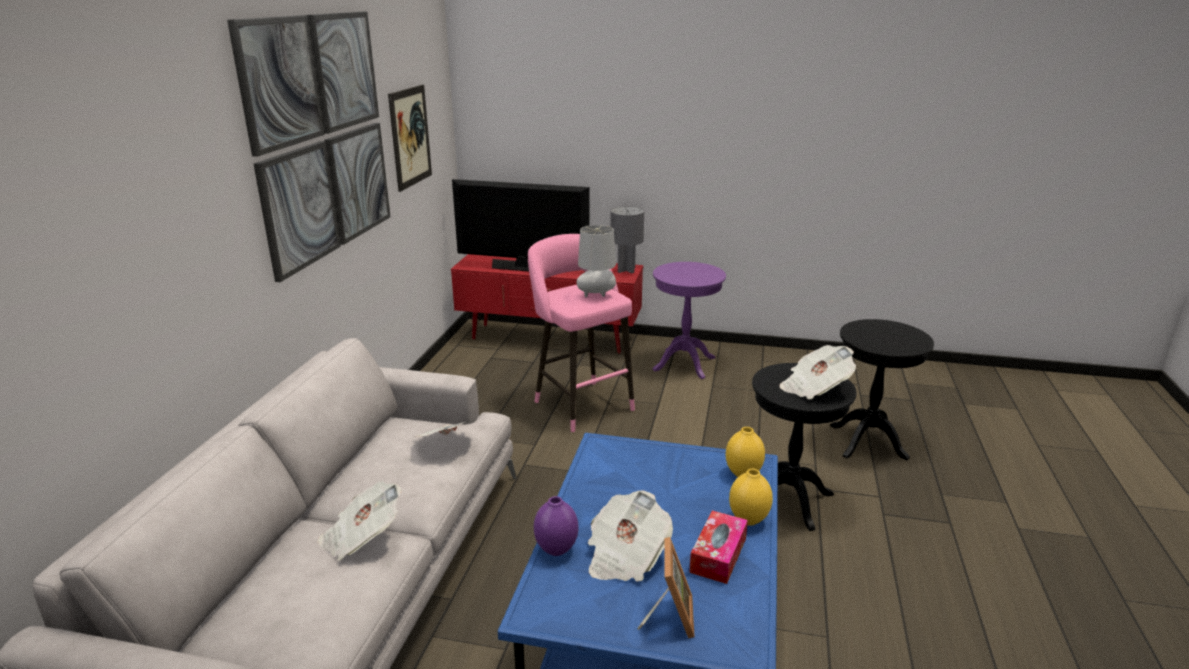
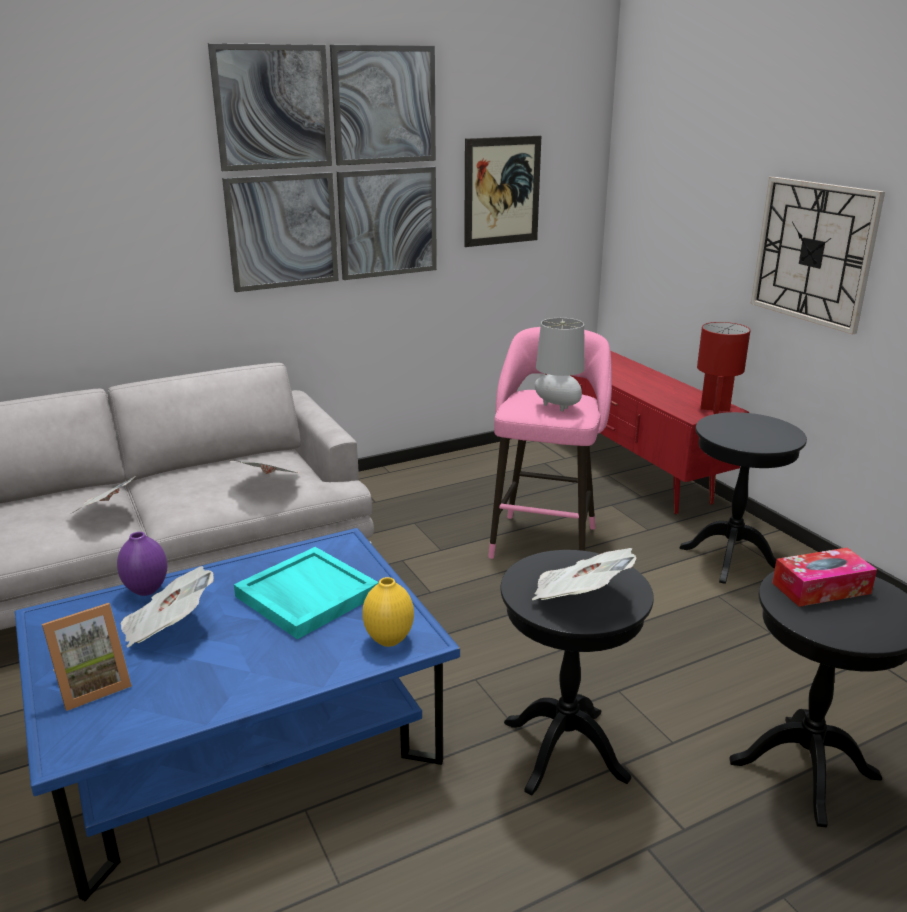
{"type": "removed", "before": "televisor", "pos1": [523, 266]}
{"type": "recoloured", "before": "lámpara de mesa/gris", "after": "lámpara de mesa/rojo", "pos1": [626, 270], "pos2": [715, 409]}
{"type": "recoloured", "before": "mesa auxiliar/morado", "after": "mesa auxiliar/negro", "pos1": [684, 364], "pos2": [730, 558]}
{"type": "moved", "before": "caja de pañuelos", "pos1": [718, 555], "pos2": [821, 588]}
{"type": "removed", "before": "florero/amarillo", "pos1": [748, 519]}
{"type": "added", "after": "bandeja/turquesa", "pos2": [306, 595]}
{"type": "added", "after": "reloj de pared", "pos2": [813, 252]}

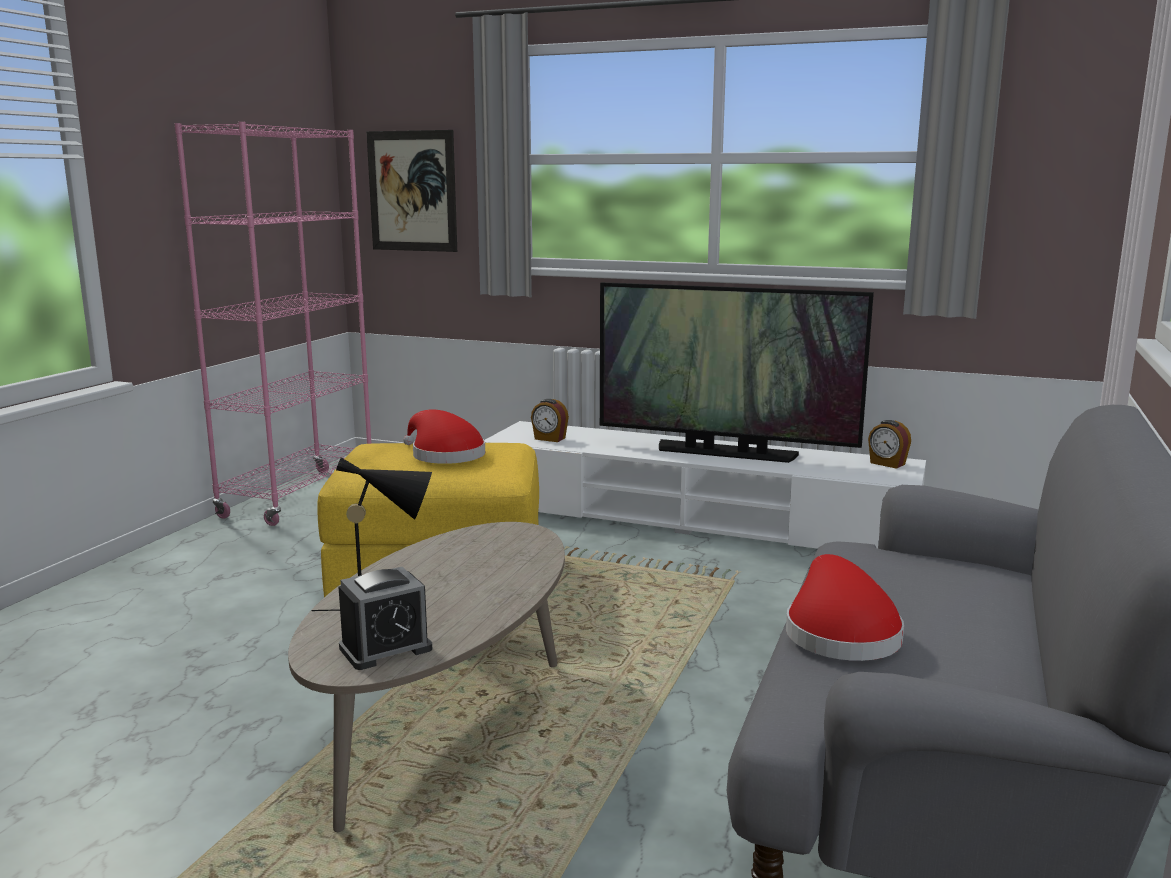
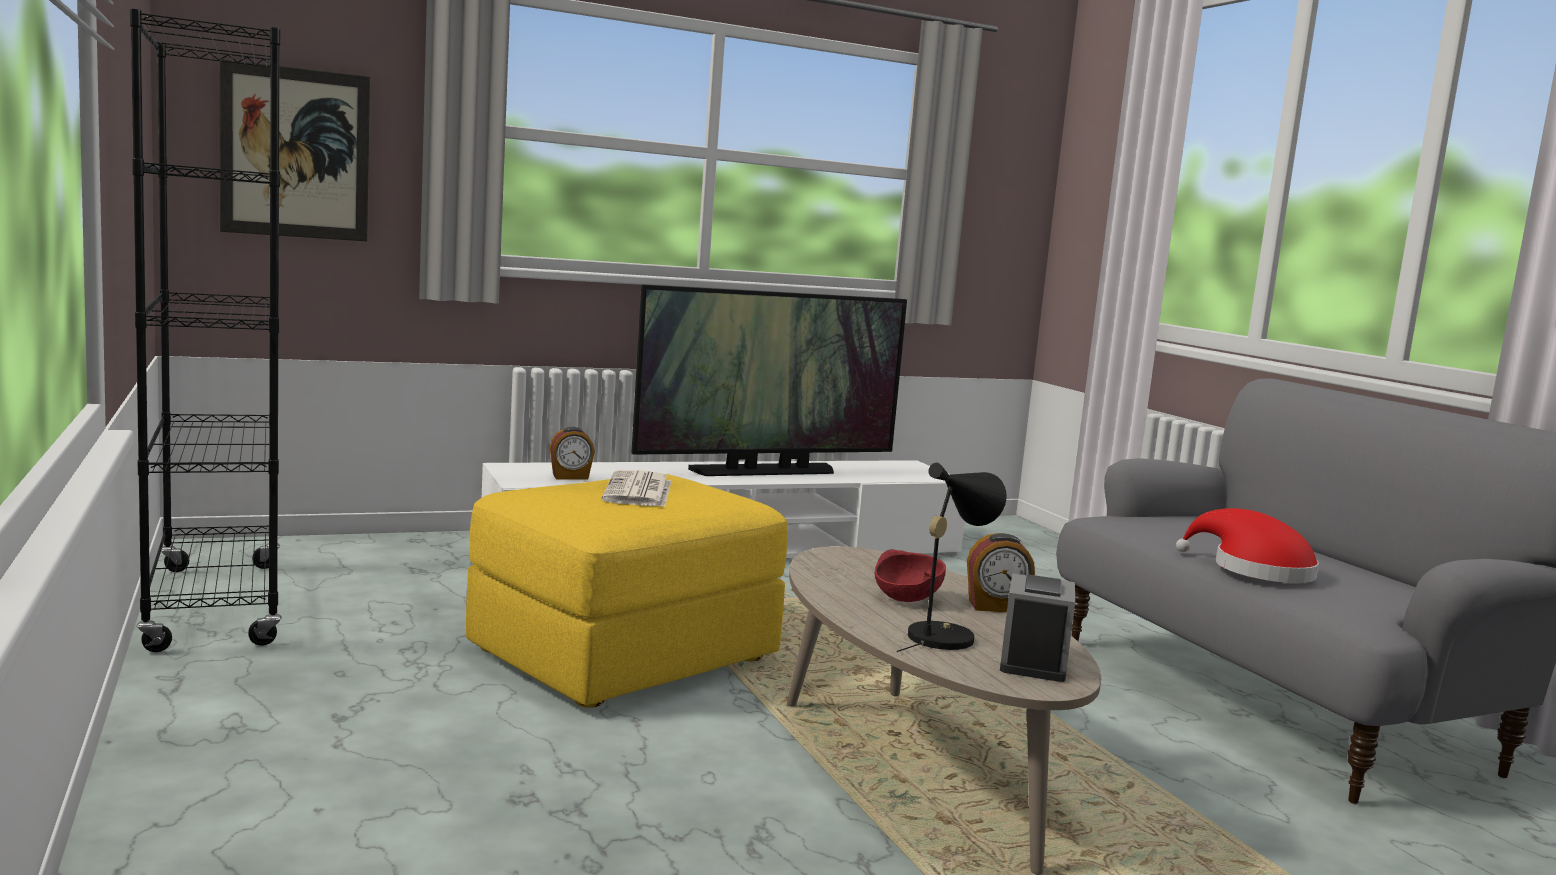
{"type": "recoloured", "before": "estantería/rosa", "after": "estantería/negro", "pos1": [299, 496], "pos2": [215, 605]}
{"type": "replaced", "before": "sombrero/rojo", "after": "periódico", "pos1": [444, 455], "pos2": [639, 491]}
{"type": "moved", "before": "despertador", "pos1": [887, 464], "pos2": [996, 607]}
{"type": "added", "after": "cuenco/rojo", "pos2": [906, 599]}

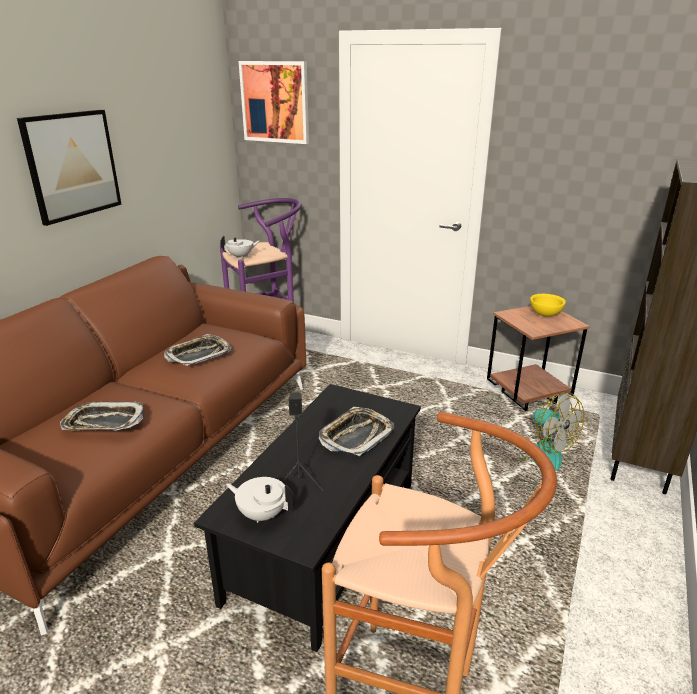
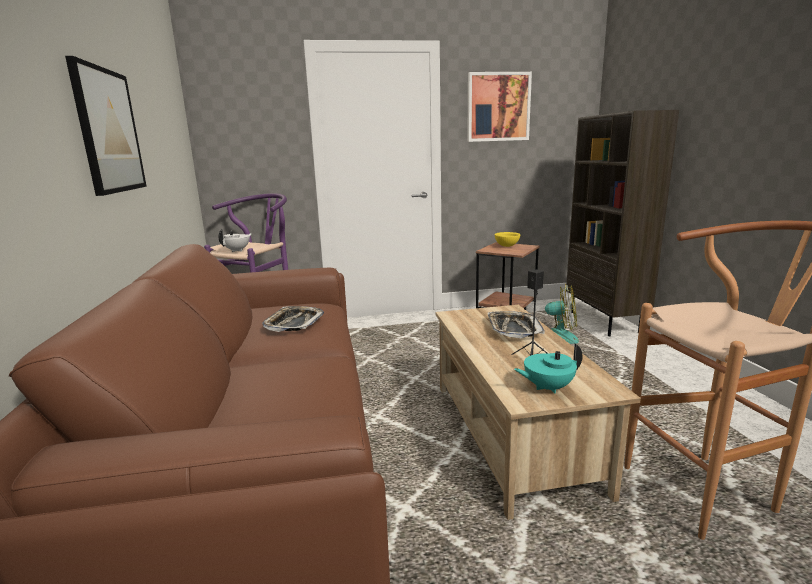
{"type": "removed", "before": "bandeja", "pos1": [104, 422]}
{"type": "recoloured", "before": "mesa de centro/negro", "after": "mesa de centro/beis", "pos1": [325, 539], "pos2": [511, 435]}
{"type": "recoloured", "before": "tetera/blanco", "after": "tetera/turquesa", "pos1": [262, 514], "pos2": [547, 387]}
{"type": "moved", "before": "cuadro", "pos1": [275, 102], "pos2": [498, 107]}

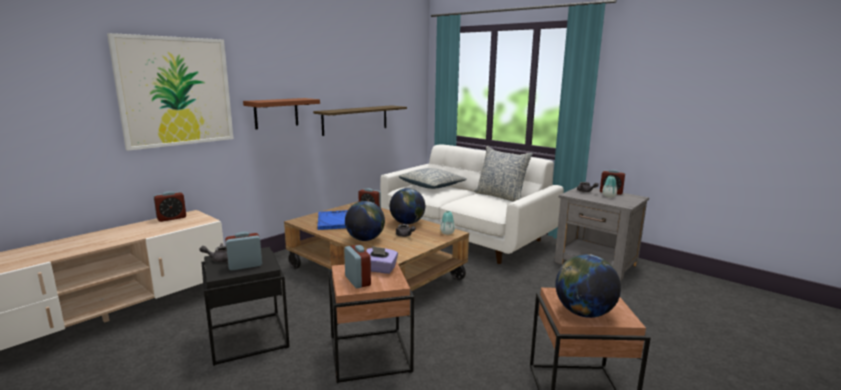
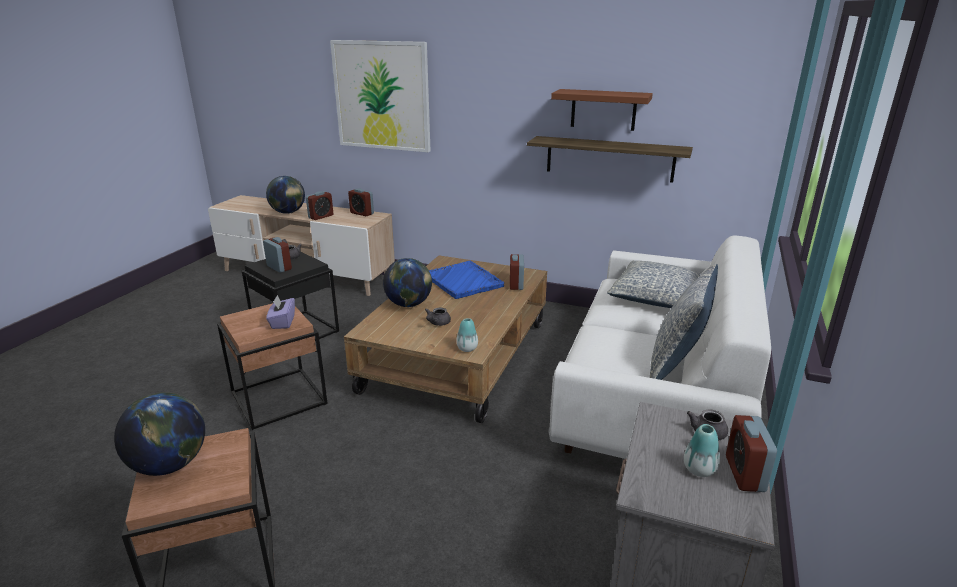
{"type": "moved", "before": "estante/marrón", "pos1": [276, 113], "pos2": [603, 109]}
{"type": "moved", "before": "despertador", "pos1": [357, 281], "pos2": [321, 216]}
{"type": "moved", "before": "globo terráqueo", "pos1": [407, 223], "pos2": [288, 213]}

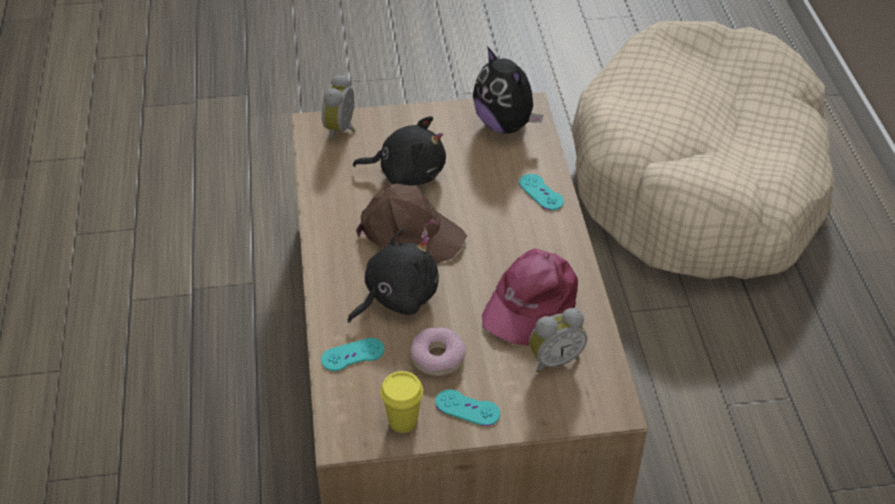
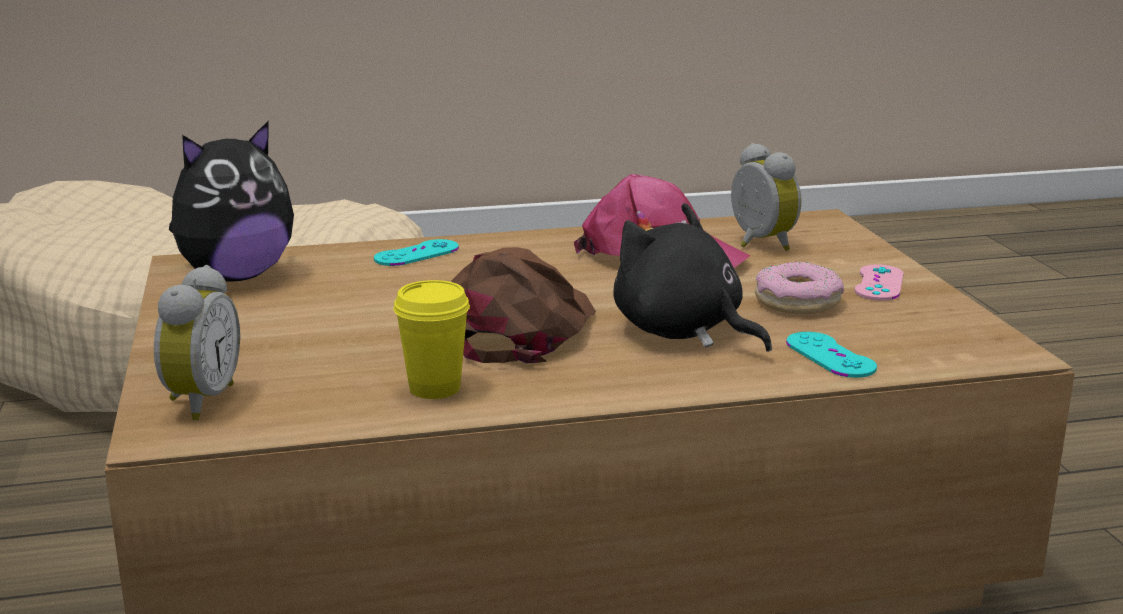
{"type": "turned", "before": "despertador", "pos1": [342, 130], "pos2": [198, 401], "turn": -90}
{"type": "removed", "before": "peluche/negro", "pos1": [407, 173]}
{"type": "moved", "before": "taza/amarillo", "pos1": [403, 421], "pos2": [434, 388]}
{"type": "recoloured", "before": "mando de consola/turquesa", "after": "mando de consola/rosa", "pos1": [467, 408], "pos2": [879, 283]}

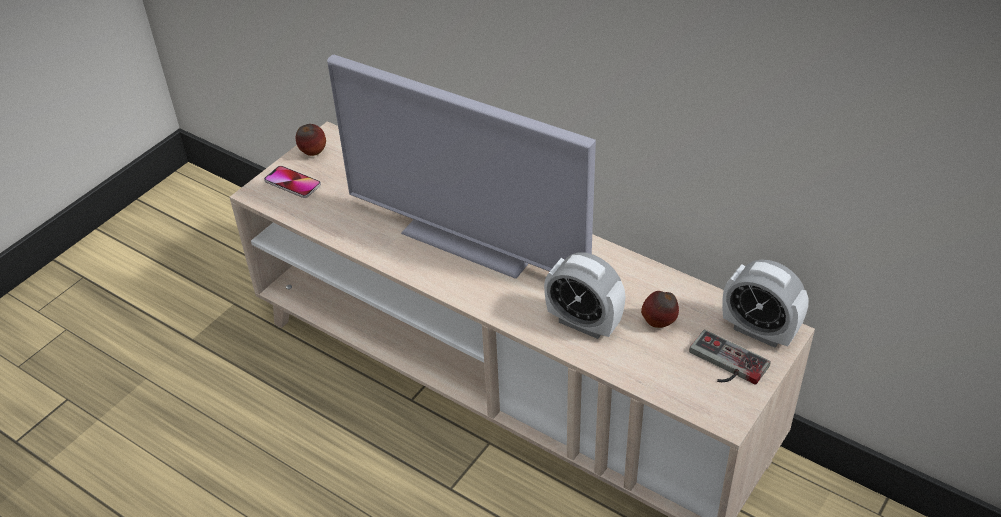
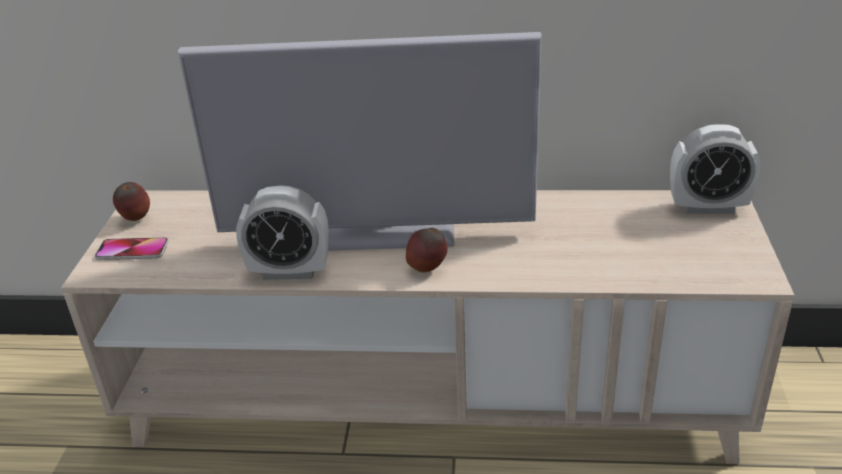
{"type": "moved", "before": "despertador", "pos1": [583, 323], "pos2": [289, 271]}
{"type": "moved", "before": "manzana", "pos1": [659, 324], "pos2": [427, 269]}
{"type": "removed", "before": "mando de consola", "pos1": [724, 364]}

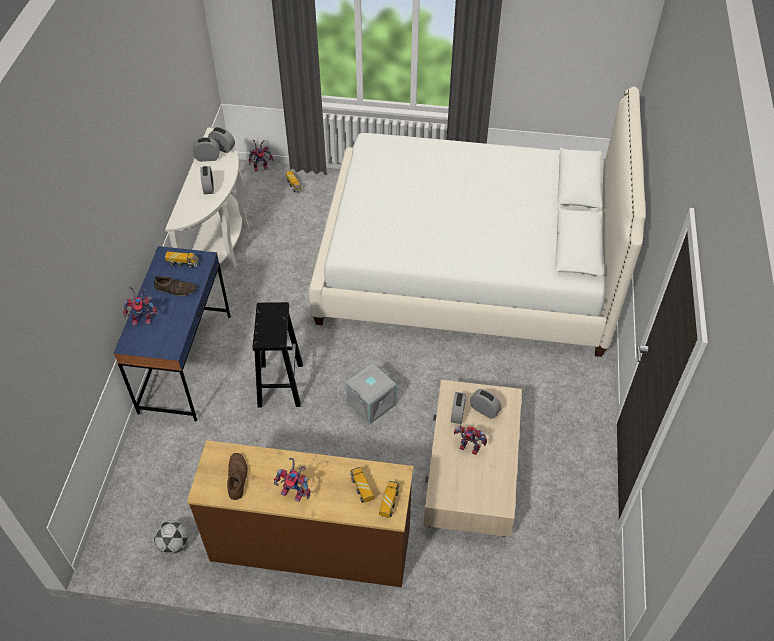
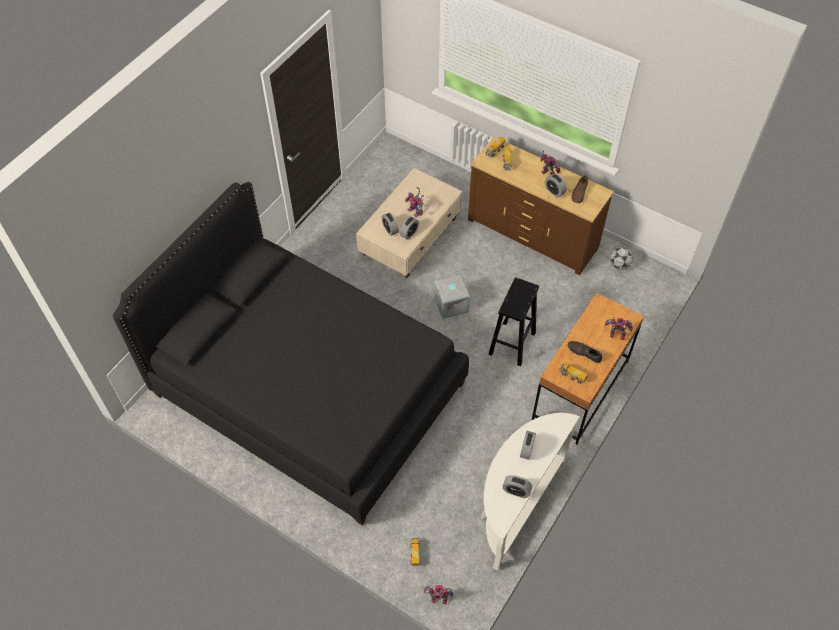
{"type": "recoloured", "before": "escritorio/azul", "after": "escritorio/marrón", "pos1": [186, 363], "pos2": [580, 390]}
{"type": "moved", "before": "despertador", "pos1": [222, 148], "pos2": [554, 191]}
{"type": "recoloured", "before": "cama/blanco", "after": "cama/negro", "pos1": [467, 266], "pos2": [308, 388]}

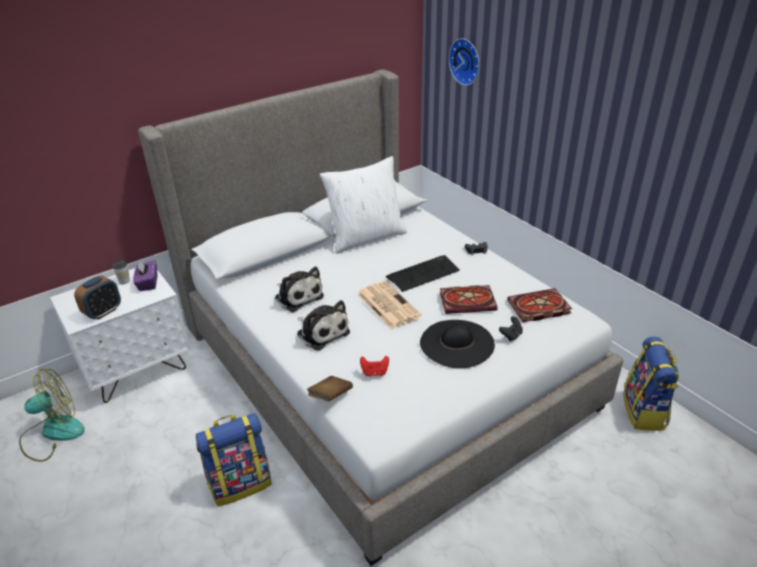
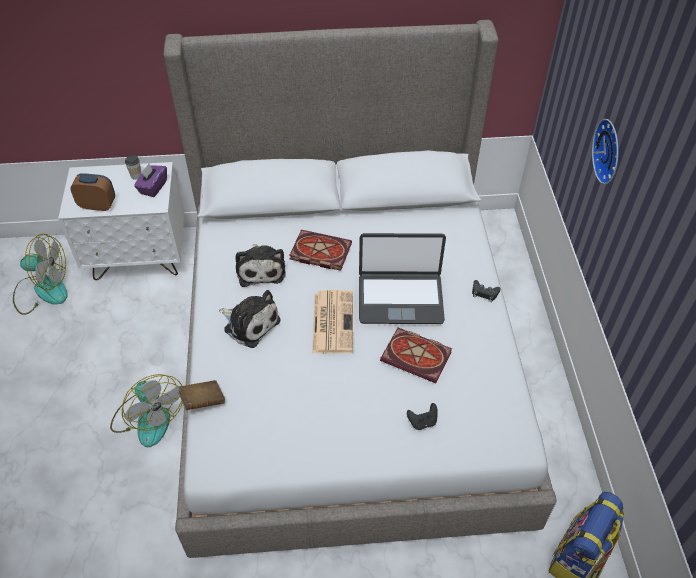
{"type": "turned", "before": "despertador", "pos1": [103, 312], "pos2": [98, 205], "turn": -150}
{"type": "replaced", "before": "mochila", "after": "ventilador", "pos1": [240, 483], "pos2": [148, 418]}
{"type": "turned", "before": "peluche", "pos1": [321, 332], "pos2": [250, 323], "turn": -45}
{"type": "removed", "before": "cojín/blanco", "pos1": [366, 237]}
{"type": "removed", "before": "mando de consola/rojo", "pos1": [374, 372]}
{"type": "replaced", "before": "teclado", "after": "portátil", "pos1": [423, 274], "pos2": [400, 298]}
{"type": "removed", "before": "sombrero/negro", "pos1": [457, 343]}
{"type": "moved", "before": "reloj de pared", "pos1": [466, 61], "pos2": [610, 151]}
{"type": "moved", "before": "libro", "pos1": [538, 308], "pos2": [319, 252]}

